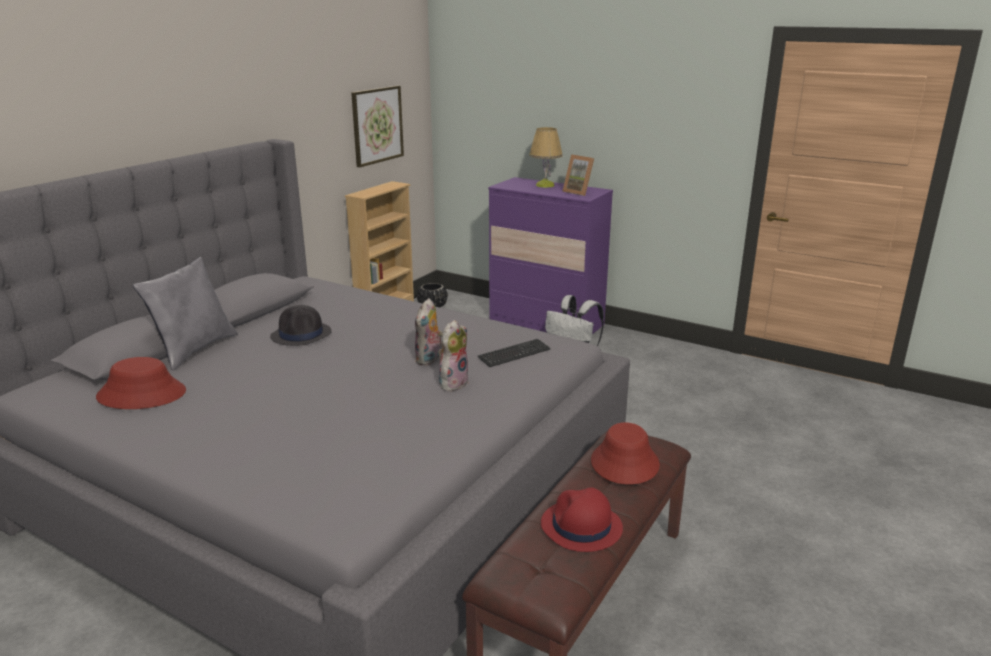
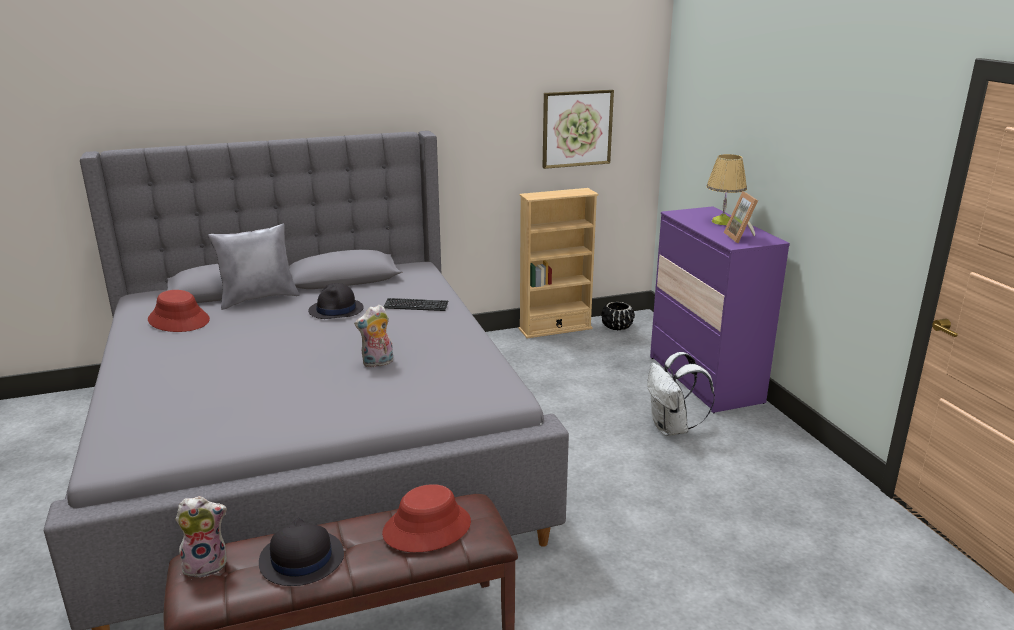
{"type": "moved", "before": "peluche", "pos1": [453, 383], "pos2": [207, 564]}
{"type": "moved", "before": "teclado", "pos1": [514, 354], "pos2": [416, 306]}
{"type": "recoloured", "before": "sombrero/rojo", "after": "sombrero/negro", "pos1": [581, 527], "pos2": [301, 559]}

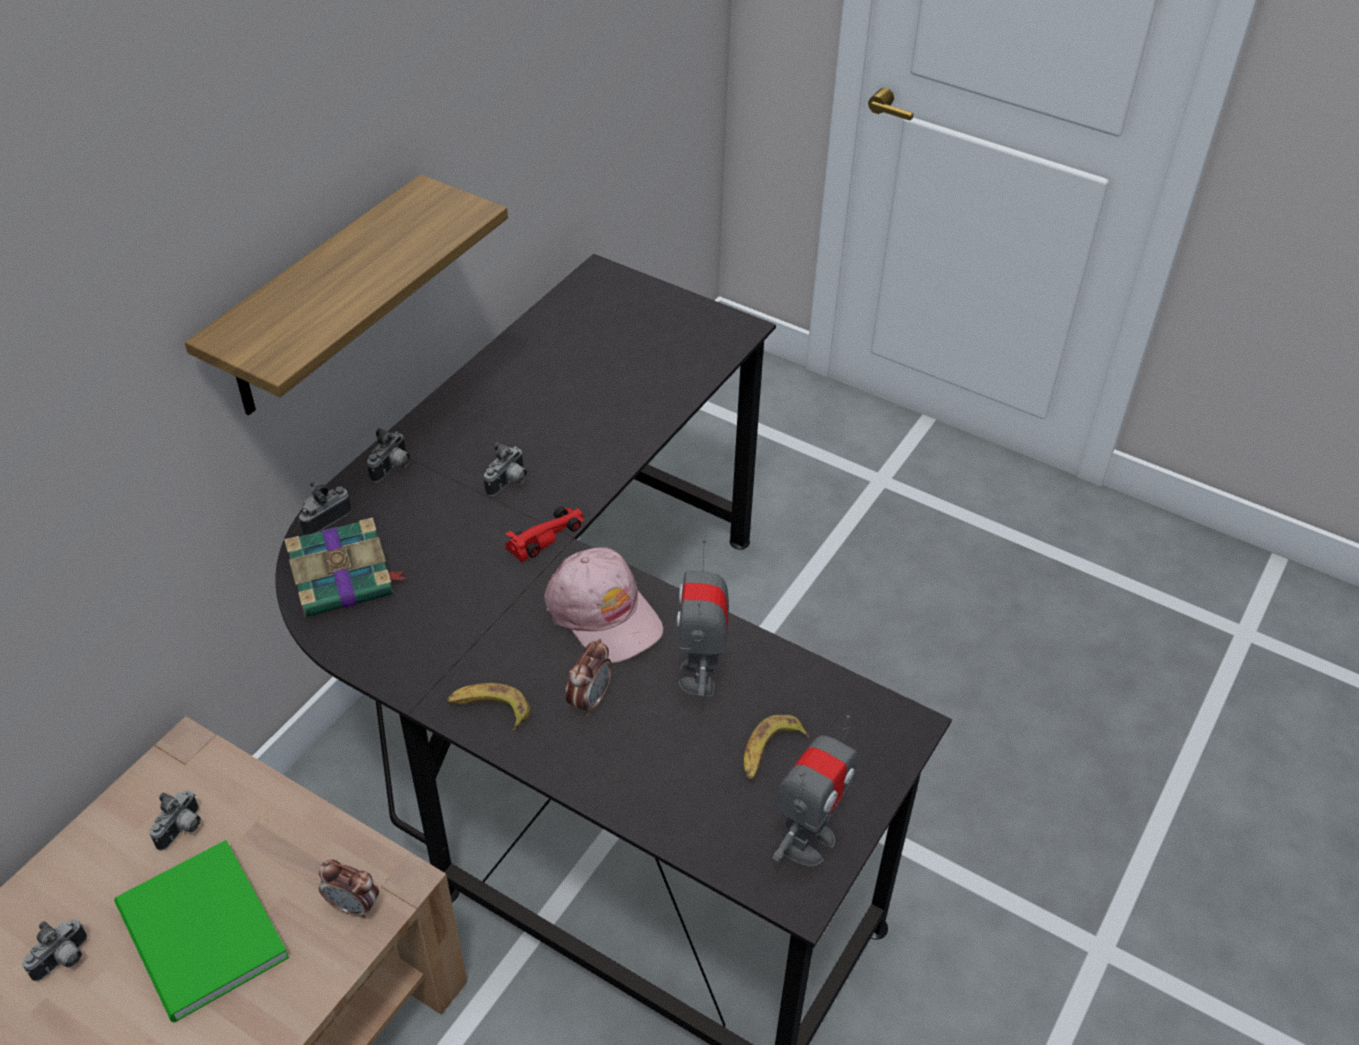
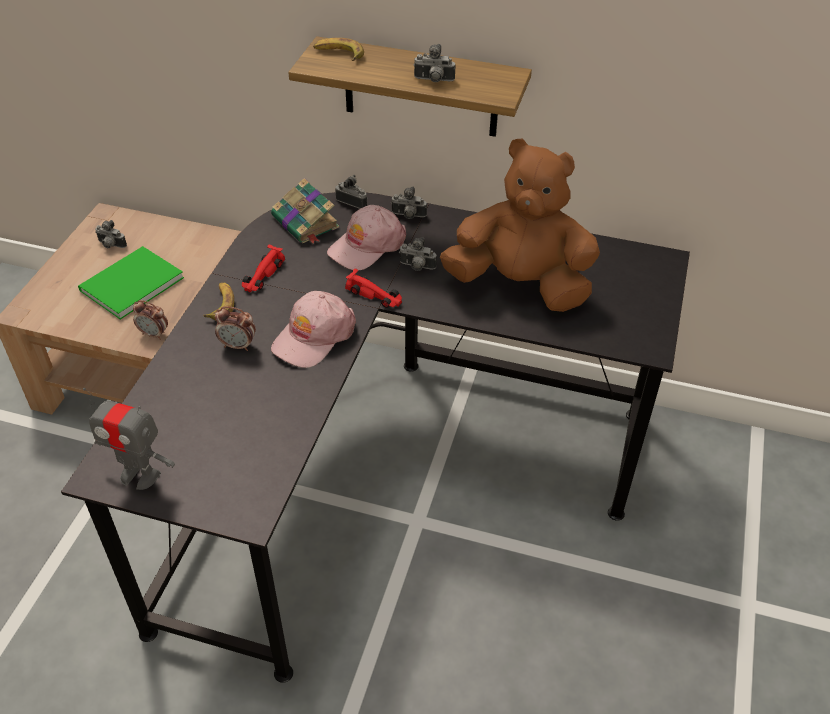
{"type": "moved", "before": "cámara", "pos1": [183, 830], "pos2": [433, 81]}
{"type": "turned", "before": "despertador", "pos1": [354, 906], "pos2": [154, 334], "turn": -75}
{"type": "removed", "before": "robot de juguete", "pos1": [700, 676]}
{"type": "moved", "before": "plátano", "pos1": [770, 752], "pos2": [339, 54]}
{"type": "added", "after": "coche de juguete/rojo", "pos2": [263, 275]}
{"type": "added", "after": "gorra/rosa", "pos2": [367, 246]}
{"type": "added", "after": "peluche/marrón", "pos2": [520, 285]}

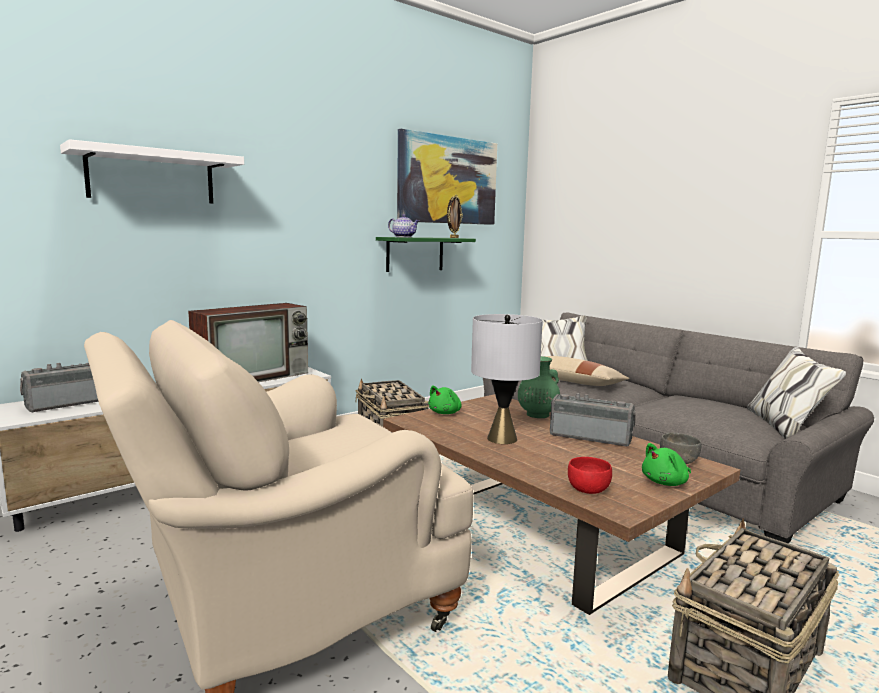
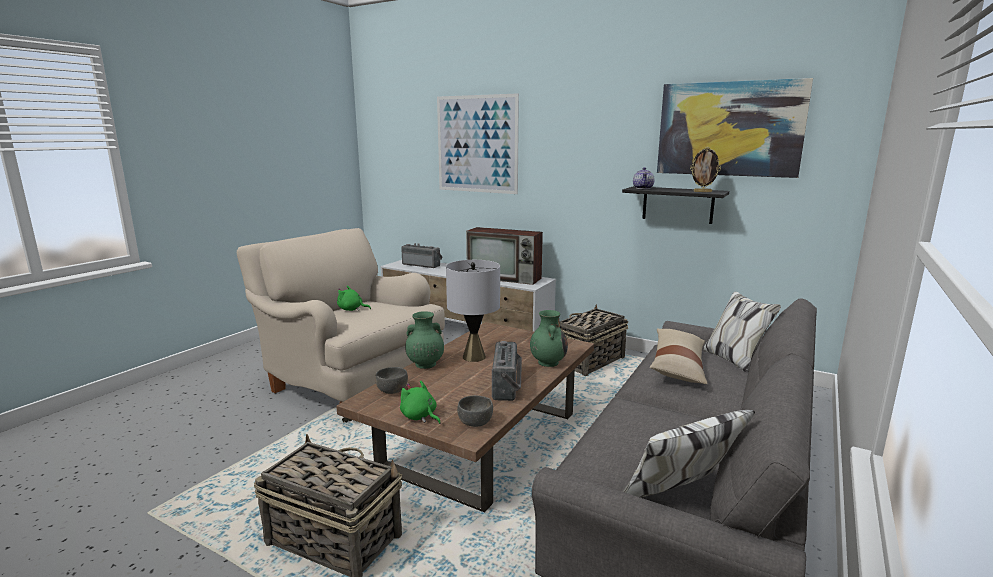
{"type": "replaced", "before": "estante/blanco", "after": "cuadro", "pos1": [151, 177], "pos2": [477, 144]}
{"type": "recoloured", "before": "estante/verde", "after": "estante/negro", "pos1": [415, 254], "pos2": [677, 204]}
{"type": "moved", "before": "peluche/verde", "pos1": [446, 413], "pos2": [351, 309]}
{"type": "recoloured", "before": "cuenco/rojo", "after": "cuenco/gris", "pos1": [588, 489], "pos2": [391, 390]}
{"type": "added", "after": "florero/verde", "pos2": [425, 364]}

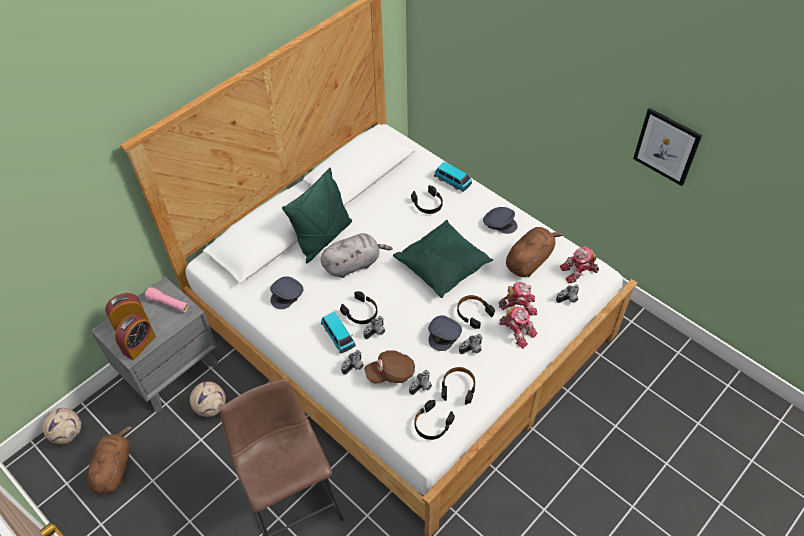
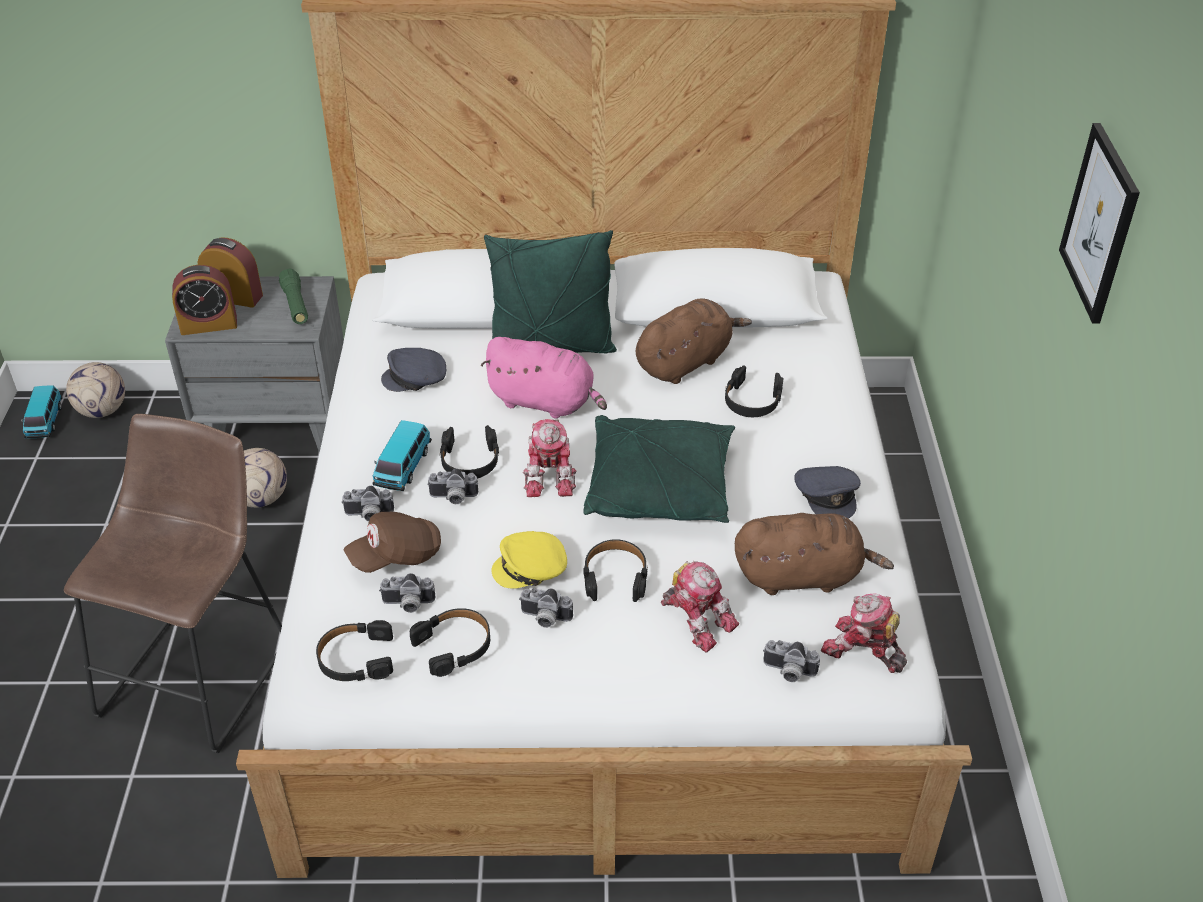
{"type": "moved", "before": "peluche/marrón", "pos1": [114, 468], "pos2": [685, 362]}
{"type": "recoloured", "before": "linterna/rosa", "after": "linterna/verde", "pos1": [168, 303], "pos2": [295, 305]}
{"type": "recoloured", "before": "peluche/gris", "after": "peluche/rosa", "pos1": [353, 264], "pos2": [545, 402]}
{"type": "turned", "before": "gorra/marrón", "pos1": [391, 373], "pos2": [396, 556], "turn": -60}
{"type": "recoloured", "before": "gorra/gris", "after": "gorra/amarillo", "pos1": [444, 335], "pos2": [531, 568]}
{"type": "moved", "before": "coche de juguete", "pos1": [452, 181], "pos2": [45, 421]}
{"type": "moved", "before": "robot de juguete", "pos1": [517, 331], "pos2": [551, 474]}
{"type": "moved", "before": "cuadro", "pos1": [666, 146], "pos2": [1100, 223]}

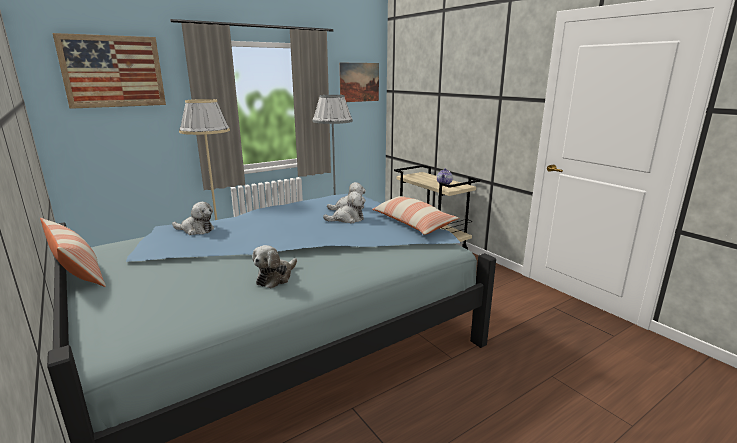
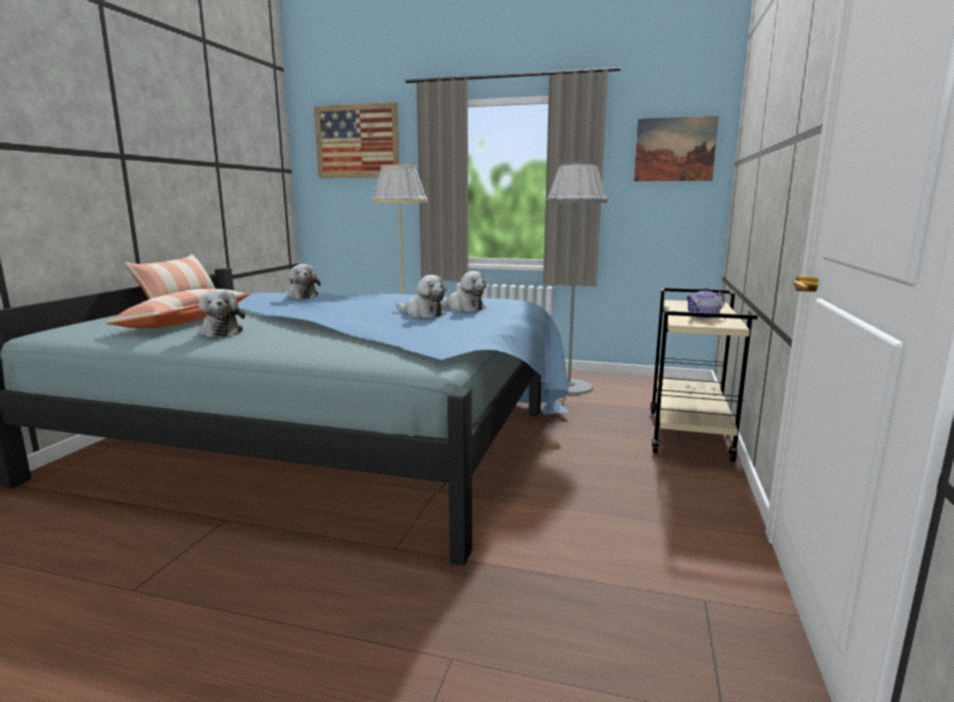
{"type": "turned", "before": "peluche", "pos1": [275, 277], "pos2": [221, 332], "turn": -105}
{"type": "moved", "before": "cojín", "pos1": [412, 223], "pos2": [186, 322]}

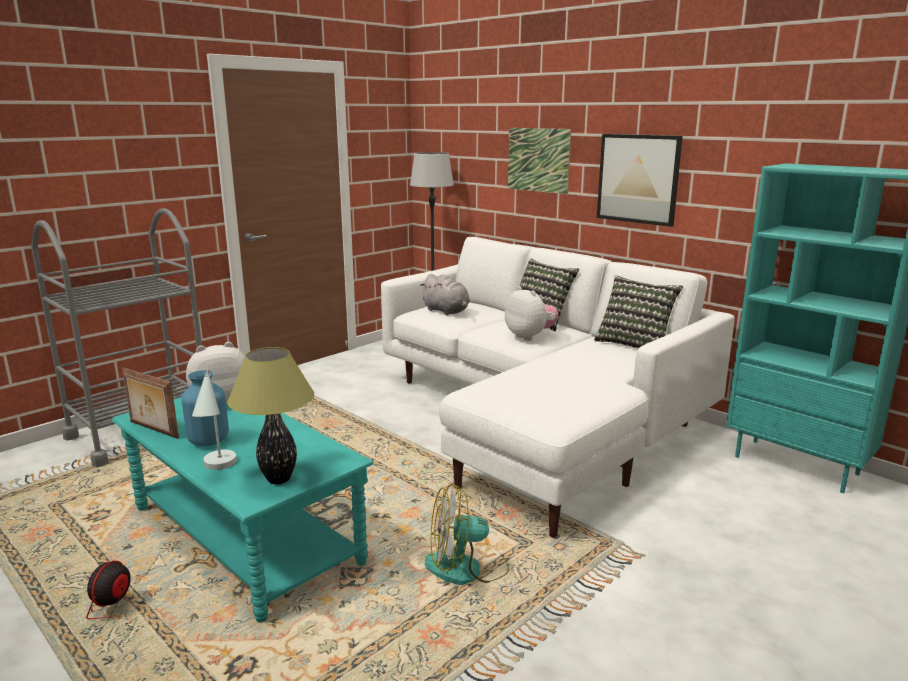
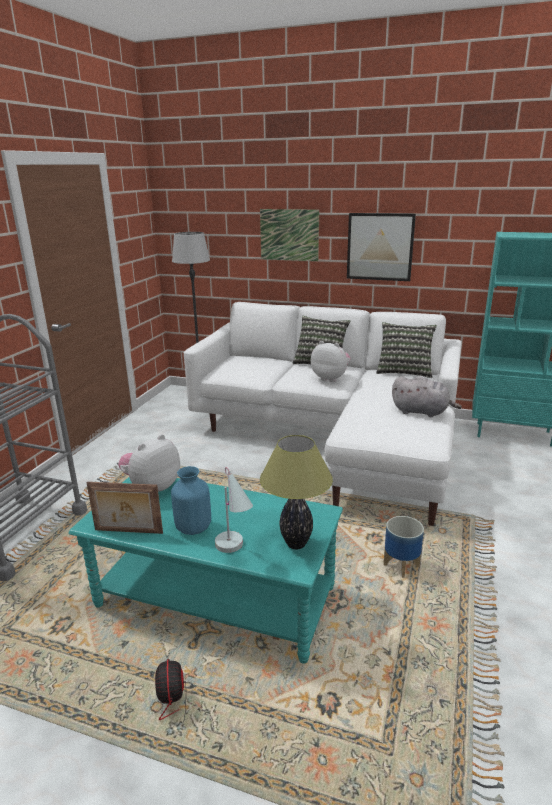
{"type": "moved", "before": "peluche/gris", "pos1": [447, 311], "pos2": [422, 412]}
{"type": "replaced", "before": "ventilador", "after": "maceta", "pos1": [466, 568], "pos2": [401, 566]}

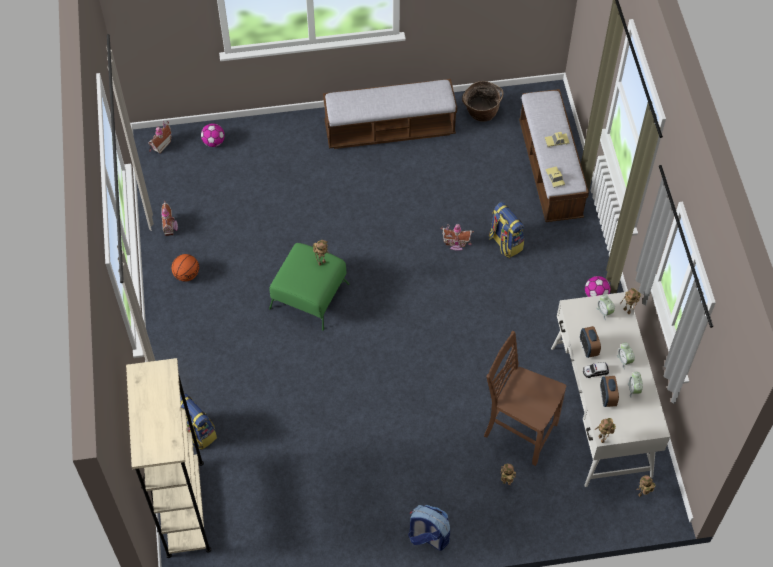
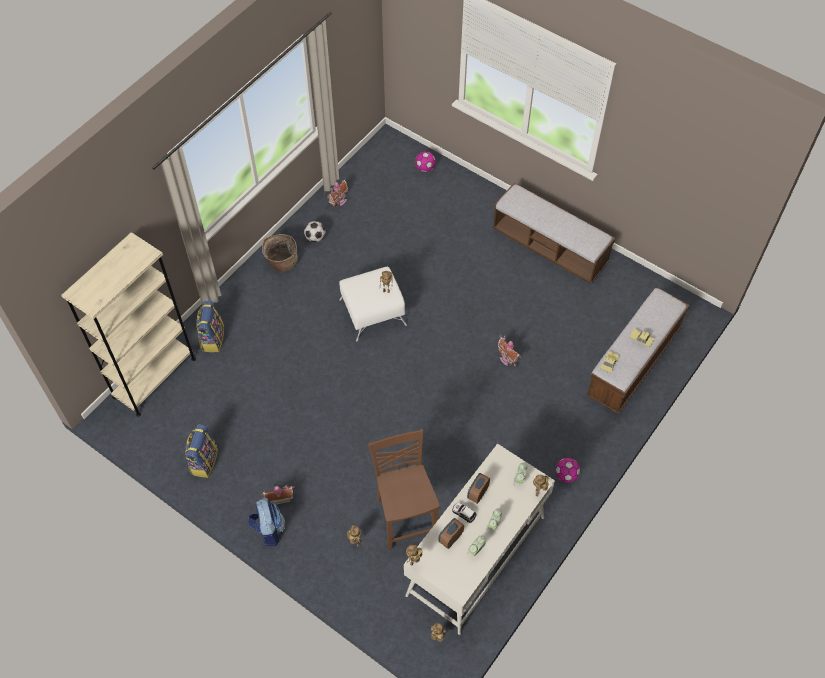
{"type": "moved", "before": "casita", "pos1": [160, 145], "pos2": [280, 498]}
{"type": "replaced", "before": "balón de baloncesto", "after": "balón de fútbol", "pos1": [187, 274], "pos2": [315, 238]}
{"type": "recoloured", "before": "puf/verde", "after": "puf/blanco", "pos1": [310, 295], "pos2": [373, 312]}
{"type": "moved", "before": "cesta", "pos1": [481, 113], "pos2": [281, 262]}
{"type": "moved", "before": "mochila", "pos1": [504, 243], "pos2": [203, 461]}

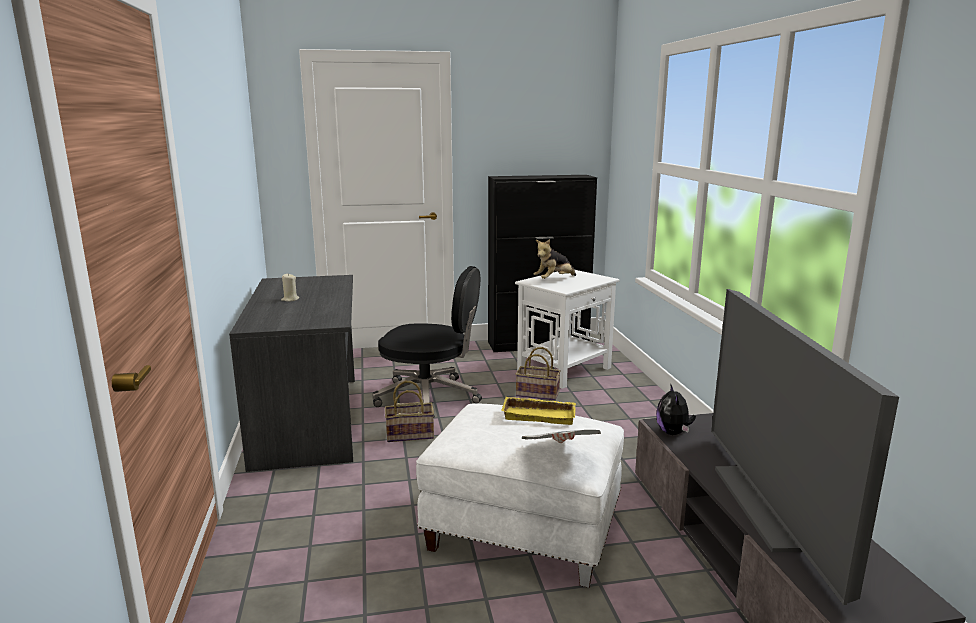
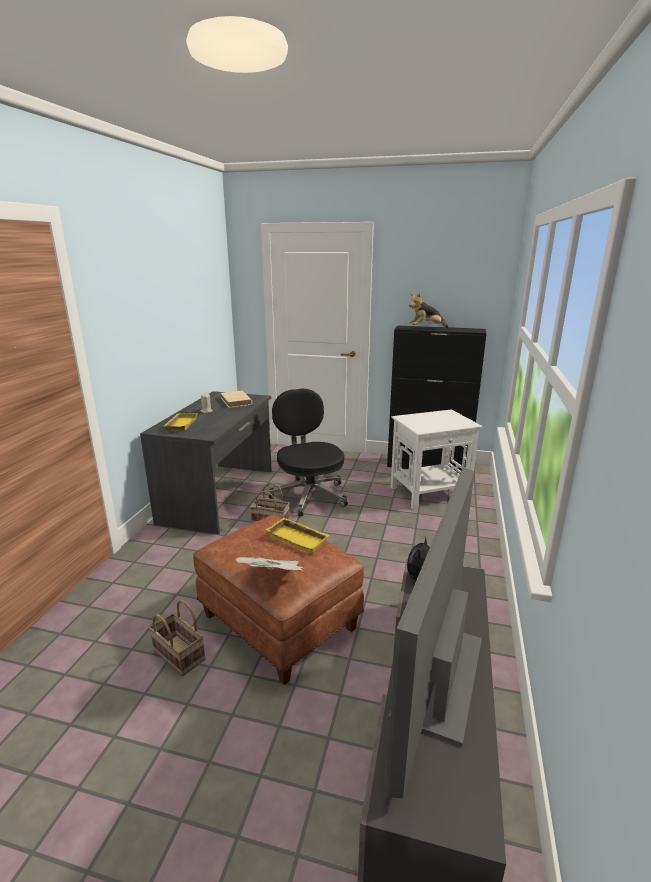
{"type": "turned", "before": "silla de oficina/negro", "pos1": [430, 397], "pos2": [309, 495], "turn": -150}
{"type": "recoloured", "before": "puf/blanco", "after": "puf/marrón", "pos1": [525, 530], "pos2": [281, 622]}
{"type": "moved", "before": "cesta", "pos1": [536, 394], "pos2": [177, 655]}
{"type": "moved", "before": "peluche", "pos1": [554, 280], "pos2": [426, 328]}
{"type": "added", "after": "bandeja/amarillo", "pos2": [180, 424]}
{"type": "added", "after": "libro/beis", "pos2": [236, 401]}

